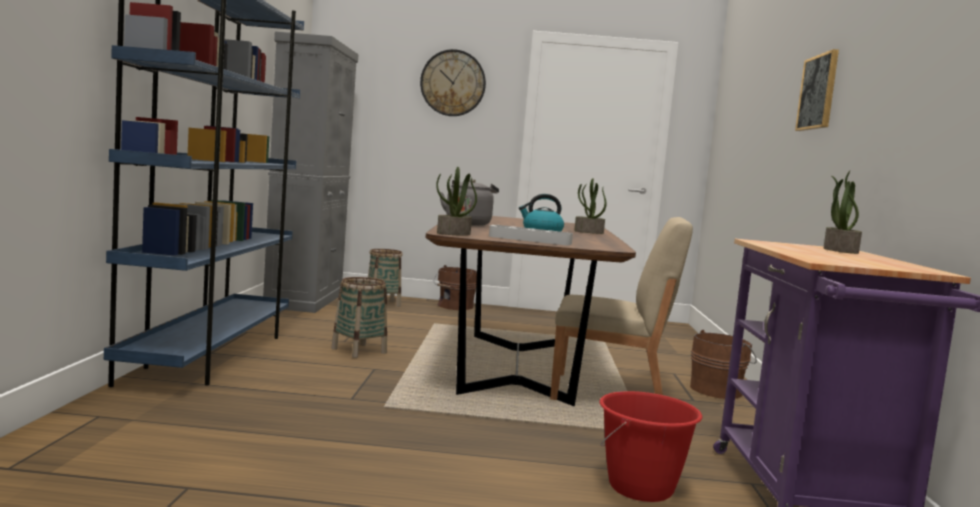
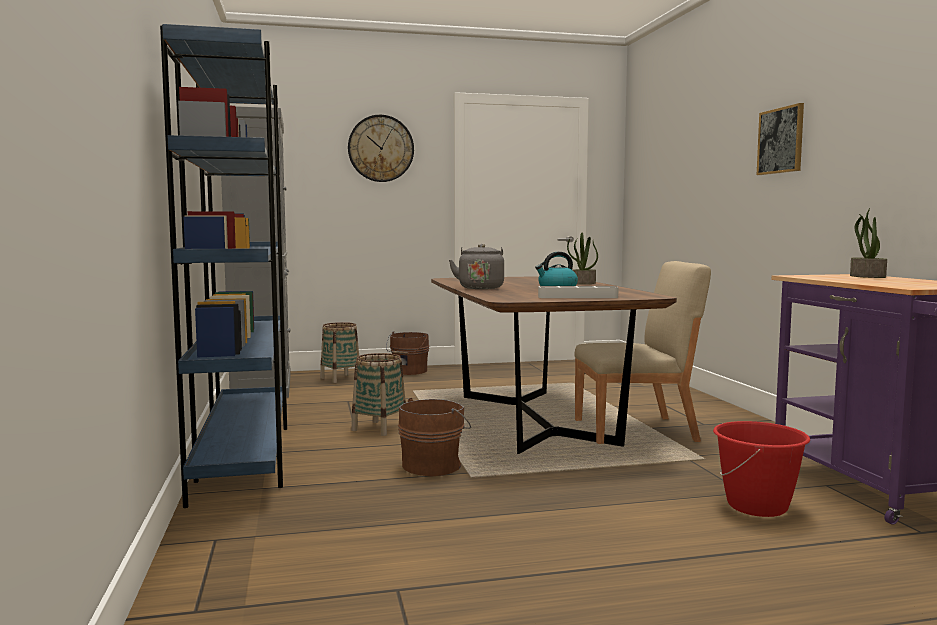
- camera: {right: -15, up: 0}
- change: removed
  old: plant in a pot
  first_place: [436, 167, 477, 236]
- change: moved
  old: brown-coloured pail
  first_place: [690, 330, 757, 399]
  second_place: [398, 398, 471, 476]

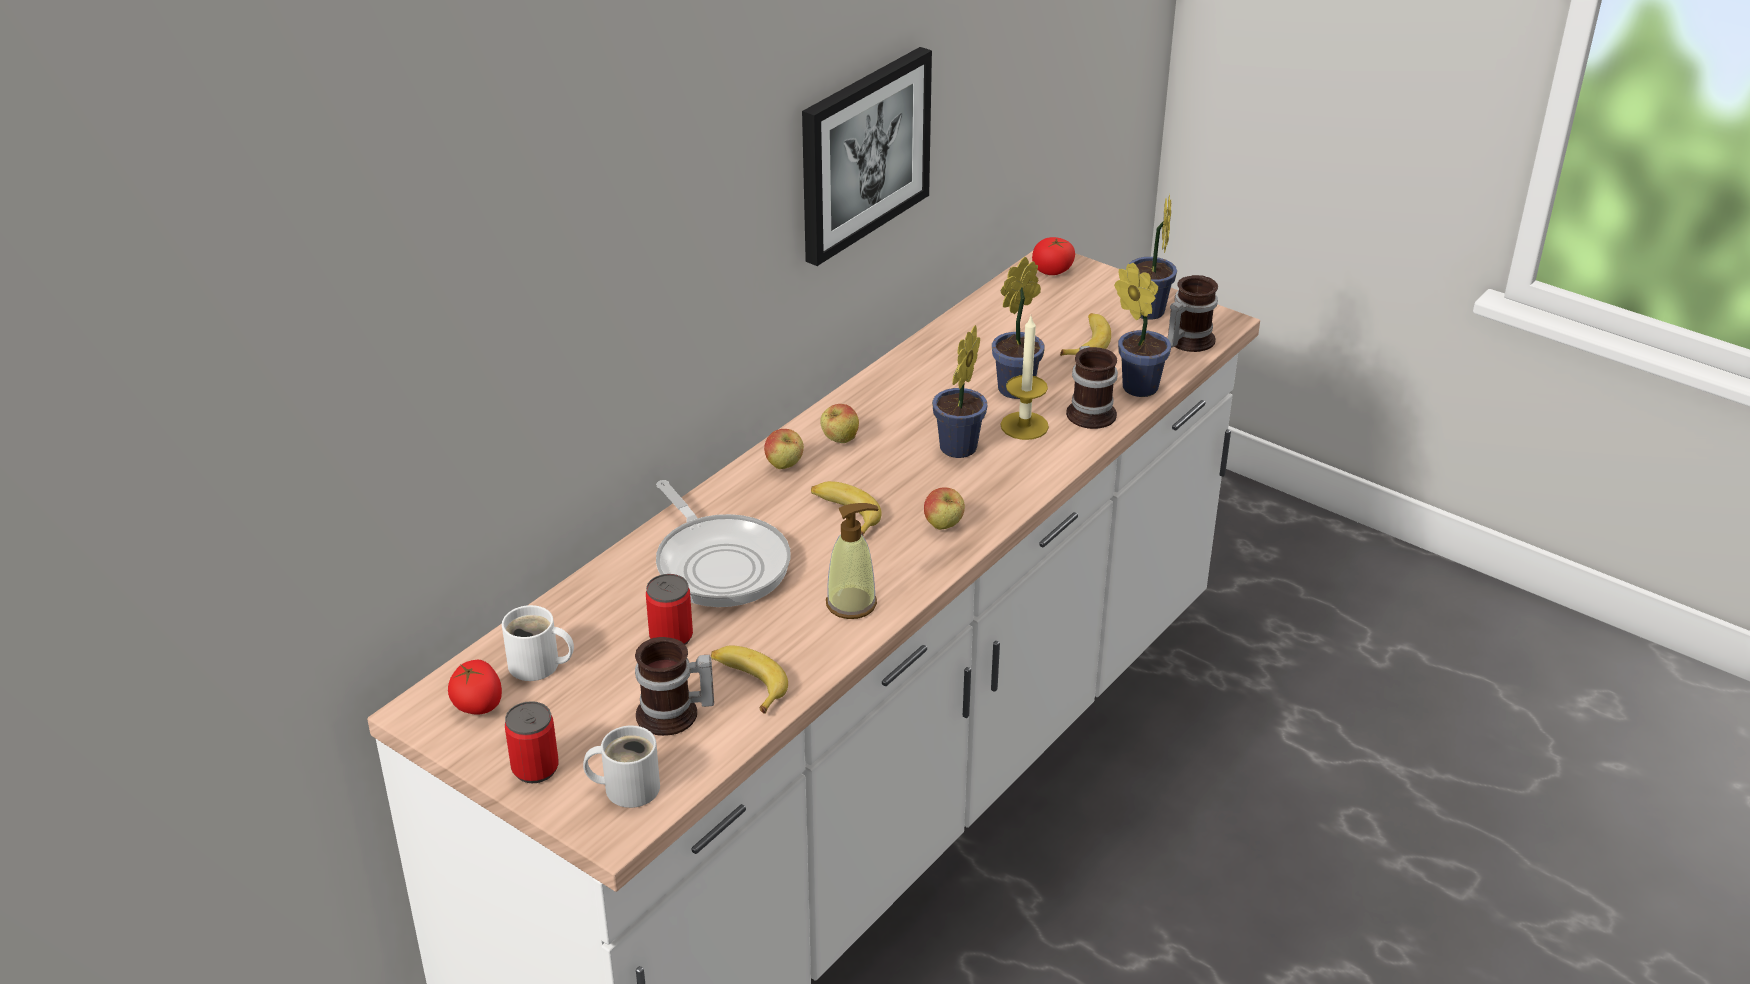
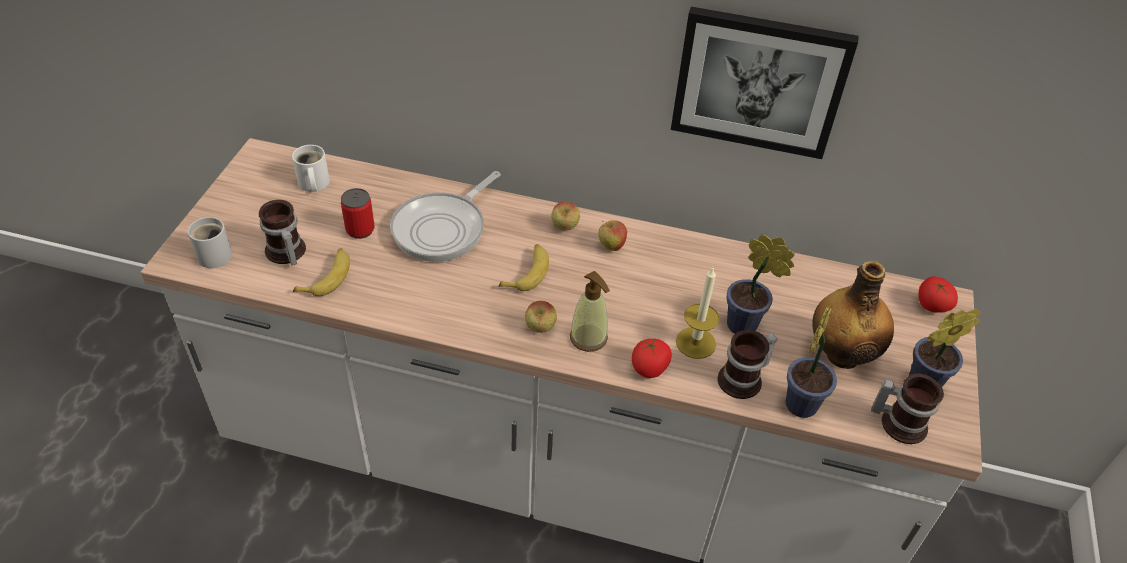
- camera: {right: 65, up: 10}
- change: moved
  old: tomato
  first_place: [448, 660, 502, 714]
  second_place: [632, 338, 672, 378]
- change: removed
  old: metal can
  first_place: [505, 701, 559, 783]
- change: moved
  old: soap dispenser
  first_place: [826, 503, 879, 619]
  second_place: [570, 271, 610, 352]
- change: removed
  old: plant in a pot
  first_place: [932, 325, 988, 458]
- change: replaced
  old: banana
  new: beverage bottle
  first_place: [1060, 313, 1111, 356]
  second_place: [812, 260, 894, 369]

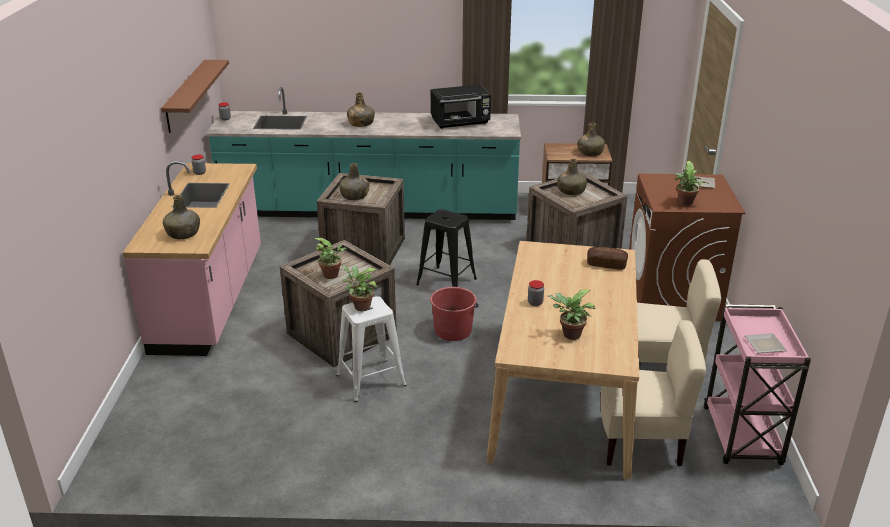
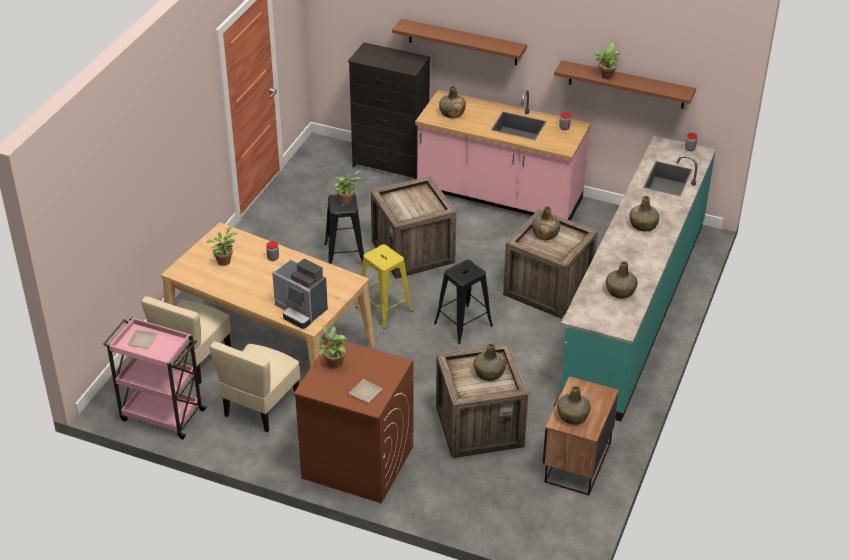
- camera: {right: 110, up: 10}
- change: moved
  old: plant in a pot
  first_place: [315, 238, 347, 279]
  second_place: [593, 43, 620, 79]
- change: recoloured
  old: white sitting stool
  new: black-coloured sitting stool
  first_place: [336, 296, 407, 402]
  second_place: [325, 194, 364, 264]
- change: replaced
  old: red-coloured pail
  new: yellowish sitting stool
  first_place: [430, 287, 479, 341]
  second_place: [356, 244, 414, 329]
- change: replaced
  old: black-coloured kitchen microwave
  new: green-coloured beverage bottle
  first_place: [431, 85, 491, 129]
  second_place: [606, 261, 638, 299]
- change: replaced
  old: bakery bread
  new: coffee machine
  first_place: [587, 247, 628, 270]
  second_place: [272, 259, 328, 329]
- change: added
  new: black-coloured chest of drawers
  second_place: [348, 42, 430, 180]
- change: added
  new: brown-coloured bracket shelf
  second_place: [392, 19, 527, 65]

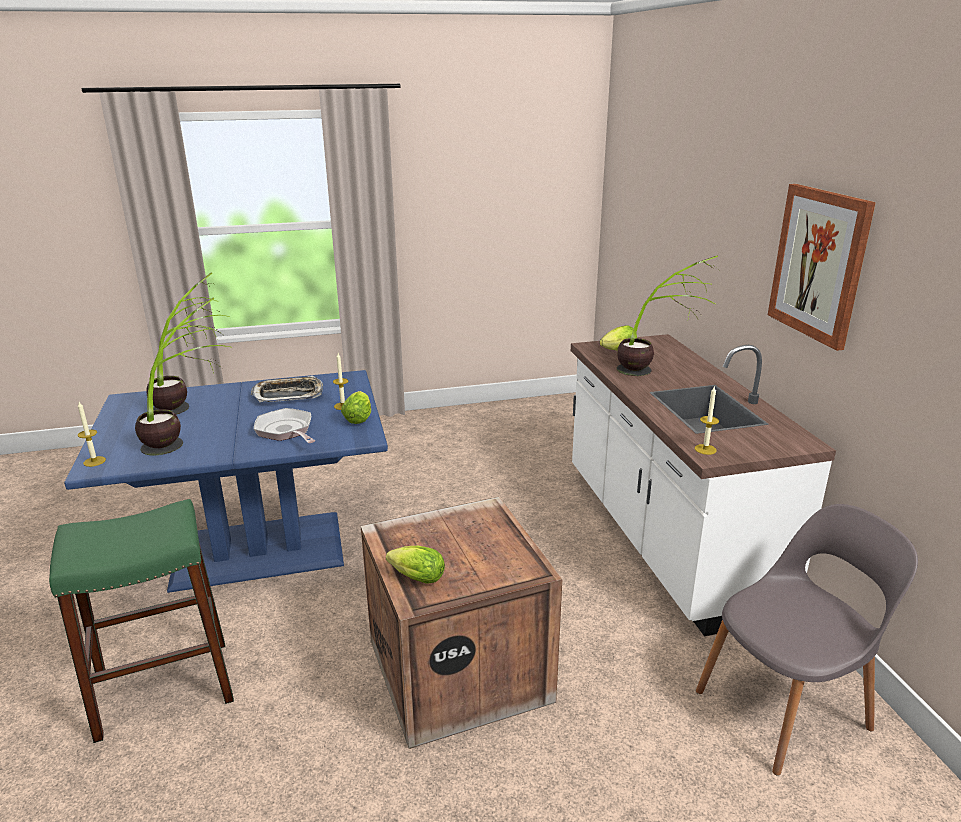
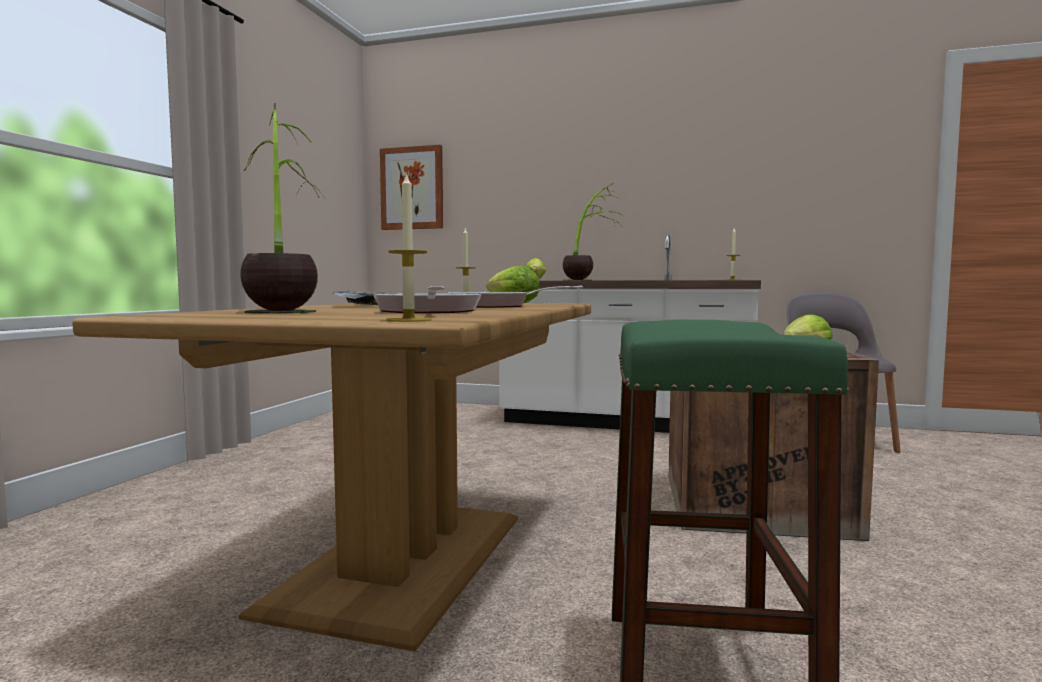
- camera: {right: -60, up: -20}
- change: recoloured
  old: blue-coloured kitchen table
  new: brown-coloured kitchen table
  first_place: [64, 370, 388, 593]
  second_place: [72, 303, 591, 651]
- change: replaced
  old: plant in a pot
  new: frying pan
  first_place: [135, 298, 229, 455]
  second_place: [374, 286, 481, 313]
- change: moved
  old: wall picture
  first_place: [768, 184, 876, 351]
  second_place: [380, 145, 443, 230]

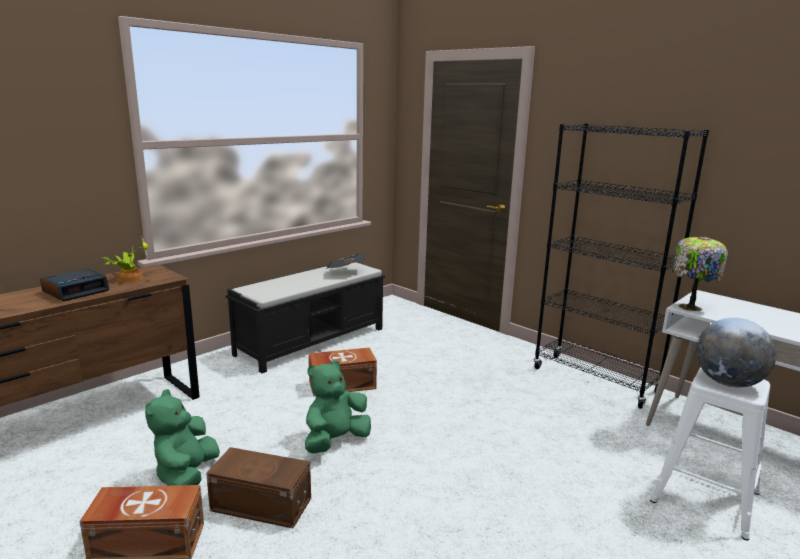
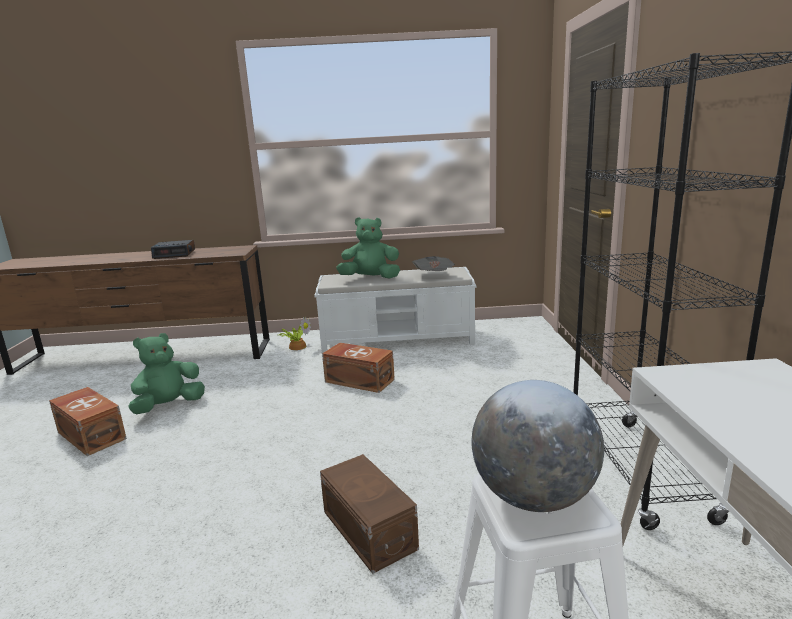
- camera: {right: 45, up: 0}
- change: moved
  old: plant in a pot
  first_place: [102, 236, 148, 282]
  second_place: [279, 317, 311, 350]
- change: moved
  old: brown-coloured storage container
  first_place: [206, 447, 311, 528]
  second_place: [320, 454, 419, 574]
- change: recoloured
  old: black-coloured bench
  new: white bench
  first_place: [226, 262, 385, 373]
  second_place: [314, 267, 477, 353]
- change: moved
  old: green-coloured cuddly toy
  first_place: [305, 360, 371, 454]
  second_place: [336, 217, 400, 279]
- change: removed
  old: table lamp
  first_place: [672, 236, 728, 311]

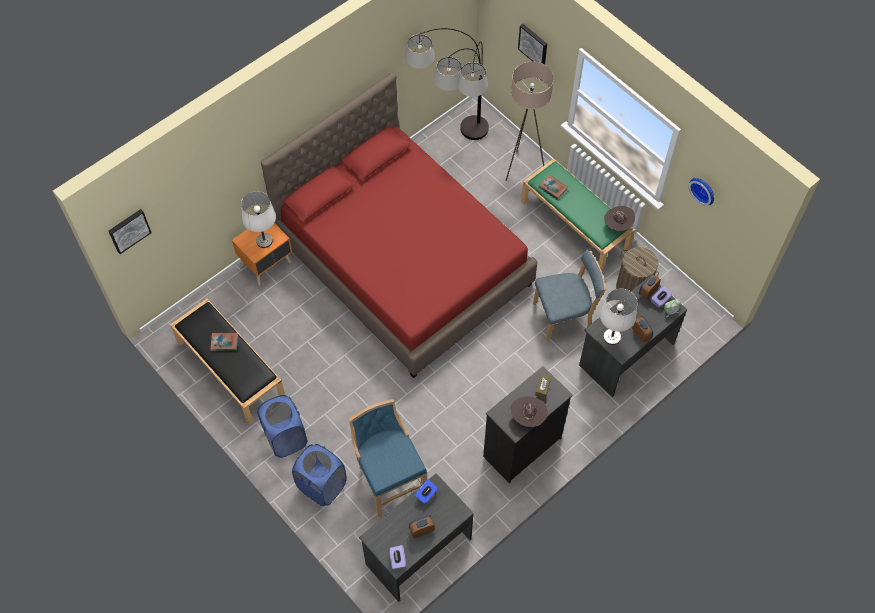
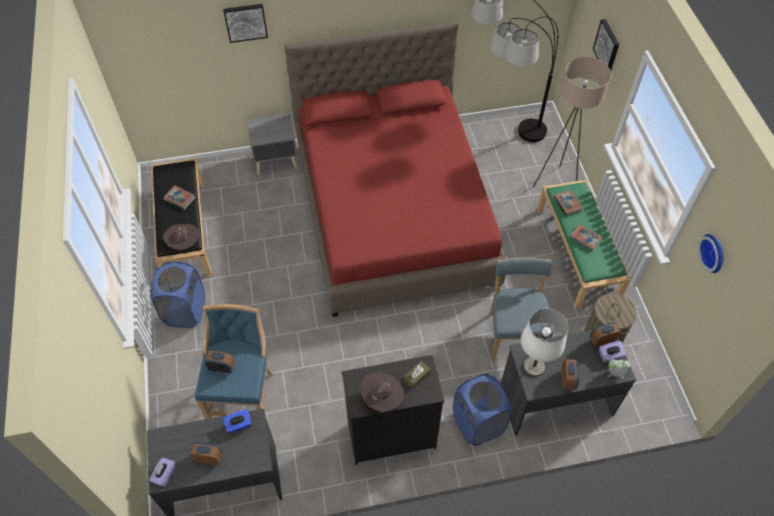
- camera: {right: 30, up: -5}
- change: moved
  old: wall picture
  first_place: [109, 209, 151, 254]
  second_place: [223, 4, 268, 43]
- change: recoloured
  old: orange-coloured bedside table
  new: gray bedside table
  first_place: [232, 223, 292, 285]
  second_place: [247, 113, 298, 175]
- change: removed
  old: white table lamp
  first_place: [241, 191, 276, 248]
- change: moved
  old: blue-coloured washing basket
  first_place: [292, 444, 347, 506]
  second_place: [453, 374, 512, 446]
- change: turned
  old: blue-coloured upright chair
  first_place: [533, 250, 606, 341]
  second_place: [489, 258, 554, 358]
  degrees: -105
- change: moved
  old: brown-coloured hat
  first_place: [604, 206, 635, 231]
  second_place: [163, 224, 200, 250]
- change: added
  new: bedside clock
  second_place: [205, 351, 235, 374]
- change: added
  new: bound book
  second_place: [570, 224, 603, 251]

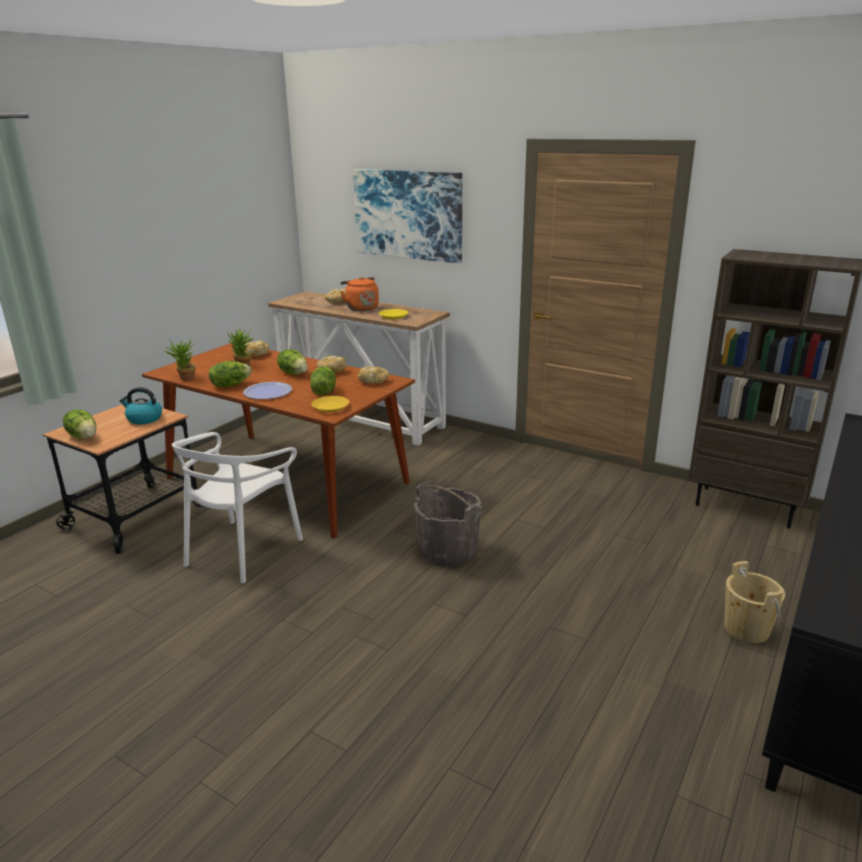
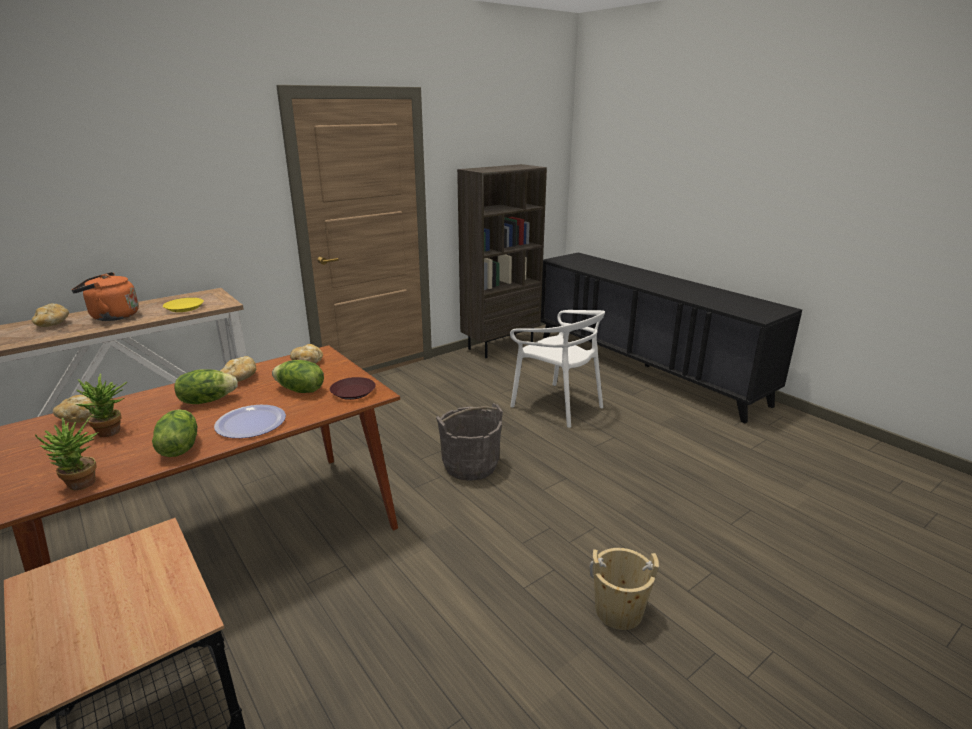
- camera: {right: -70, up: 0}
- change: removed
  old: lettuce
  first_place: [63, 410, 96, 439]
- change: removed
  old: kettle
  first_place: [119, 387, 162, 424]
- change: moved
  old: white upright chair
  first_place: [172, 432, 303, 583]
  second_place: [510, 310, 605, 428]
- change: recoloured
  old: yellowish dinner plate
  new: brown-coloured dinner plate
  first_place: [311, 396, 349, 413]
  second_place: [330, 377, 376, 400]
- change: removed
  old: wall picture
  first_place: [353, 169, 462, 263]
- change: moved
  old: beige-coloured pail
  first_place: [724, 561, 785, 643]
  second_place: [589, 548, 659, 630]

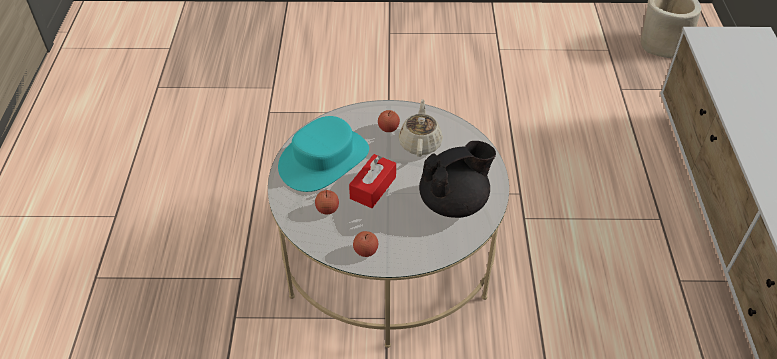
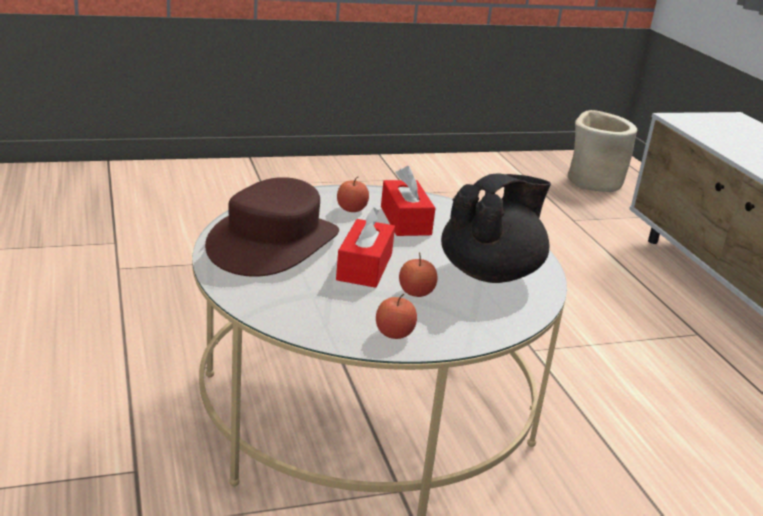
- camera: {right: -20, up: -20}
- change: recoloured
  old: blue-green hat
  new: brown-coloured hat
  first_place: [278, 116, 369, 192]
  second_place: [205, 177, 339, 277]
- change: moved
  old: apple fruit
  first_place: [315, 190, 339, 215]
  second_place: [399, 252, 437, 297]
- change: replaced
  old: beige-coloured teapot
  new: red-coloured box of tissues
  first_place: [399, 99, 443, 157]
  second_place: [381, 166, 435, 236]

